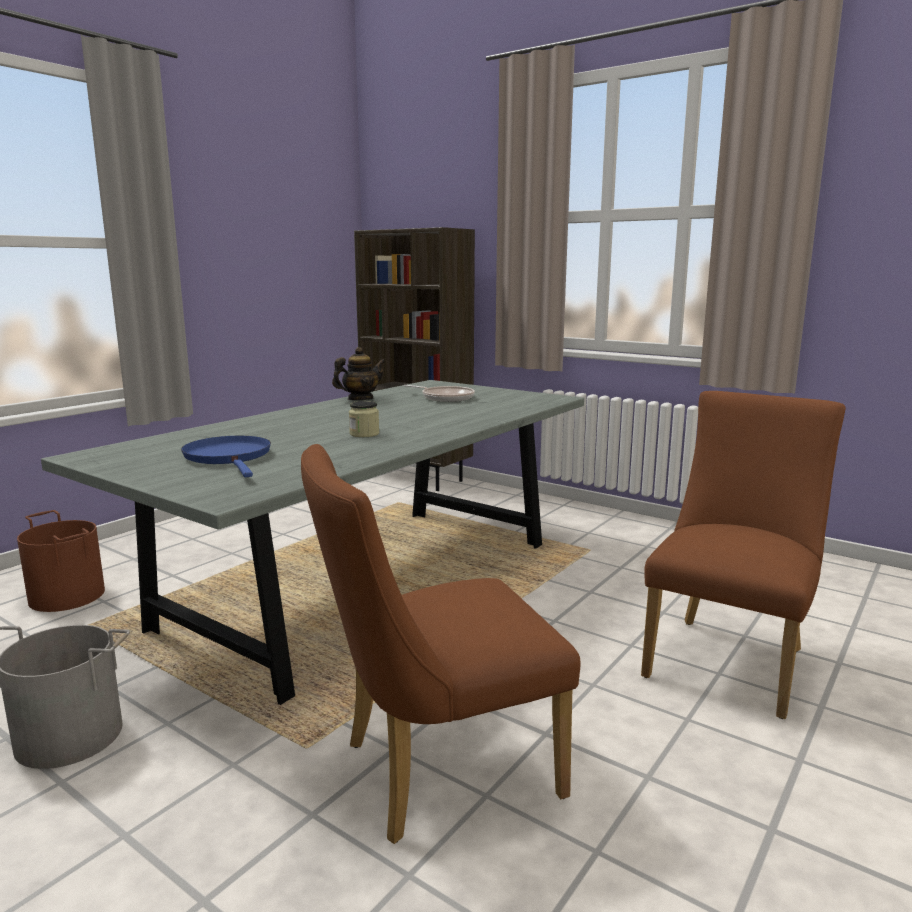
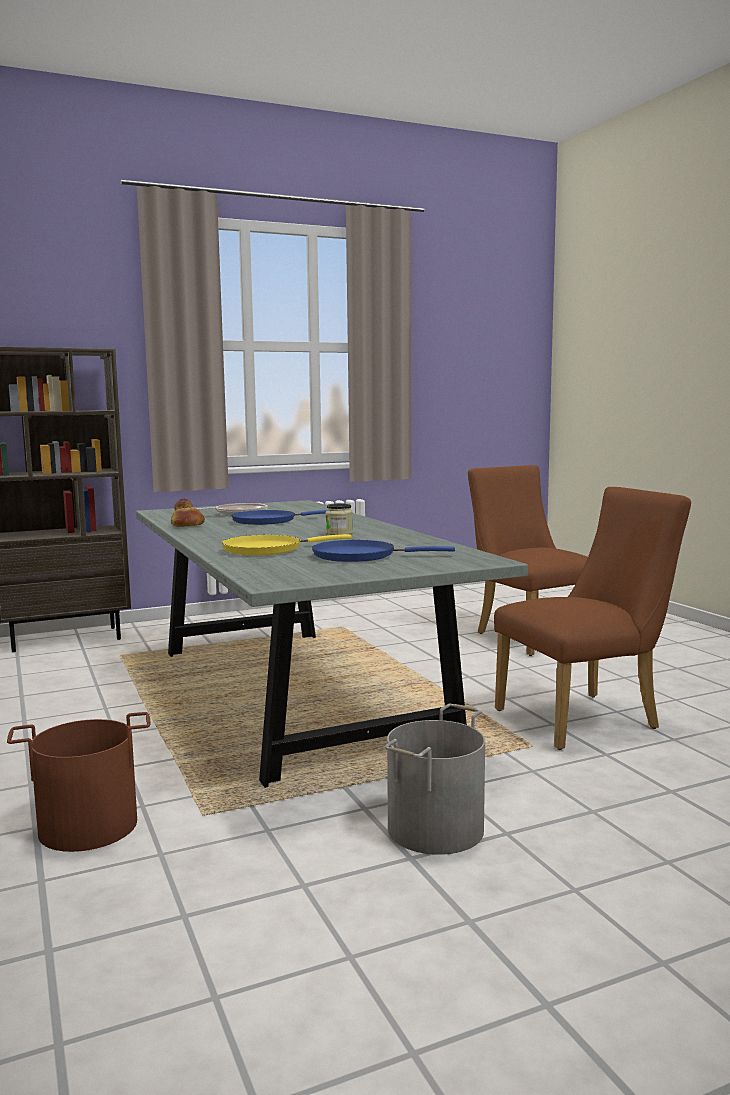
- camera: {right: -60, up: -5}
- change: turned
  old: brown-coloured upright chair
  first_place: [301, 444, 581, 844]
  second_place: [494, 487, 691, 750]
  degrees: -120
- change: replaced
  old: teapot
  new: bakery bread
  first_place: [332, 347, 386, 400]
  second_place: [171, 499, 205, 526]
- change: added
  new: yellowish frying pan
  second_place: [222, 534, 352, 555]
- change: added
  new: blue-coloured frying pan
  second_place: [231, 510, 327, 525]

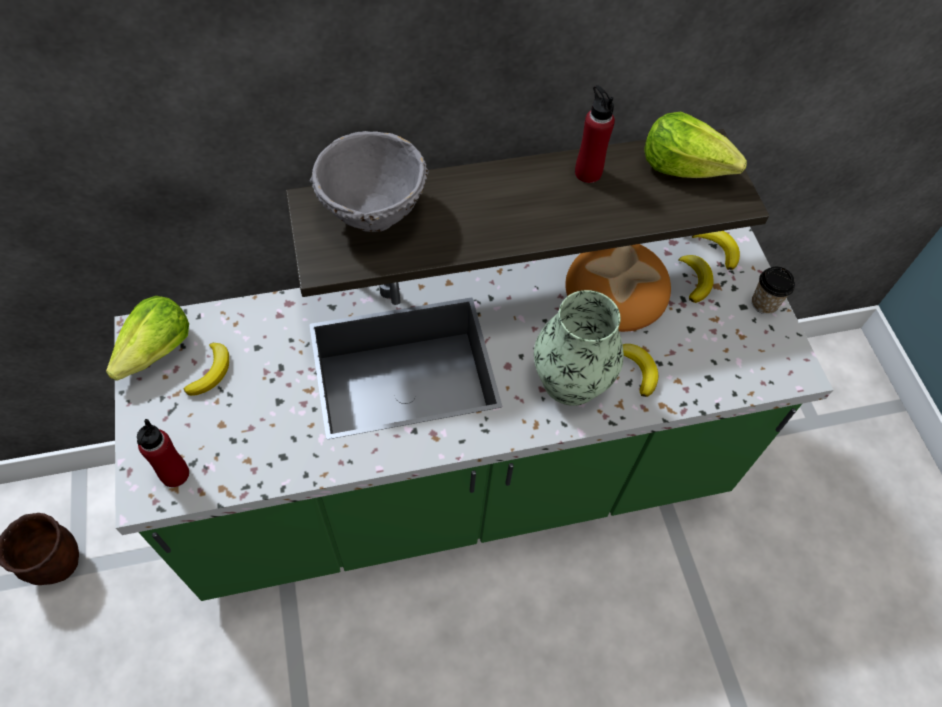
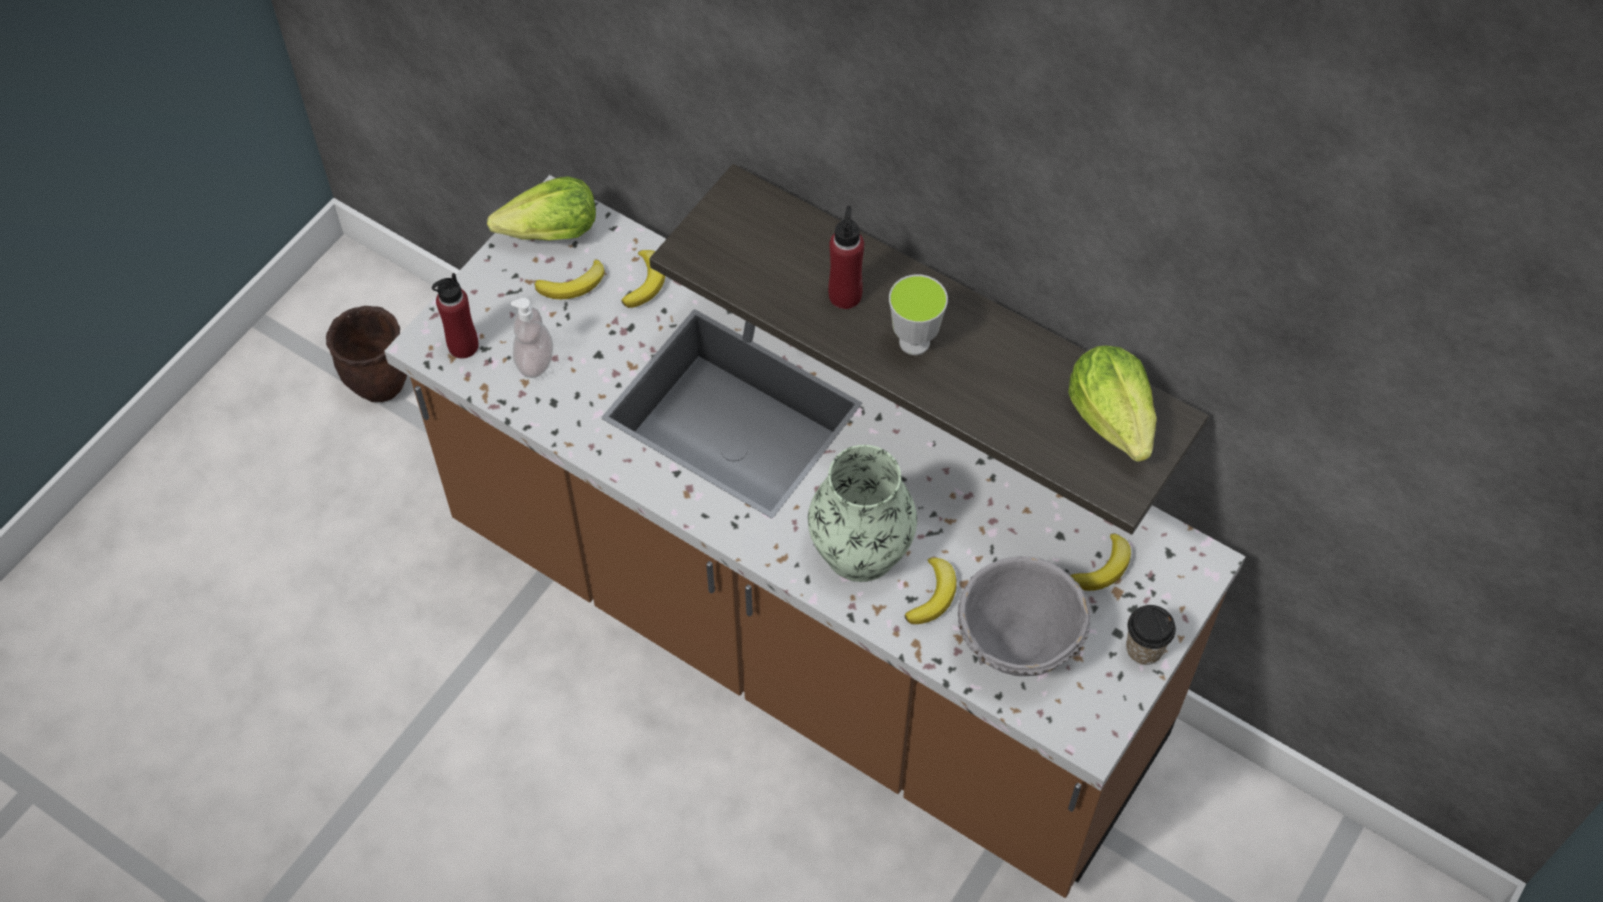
- camera: {right: 50, up: 0}
- change: recoloured
  old: green-coloured kitchen base unit
  new: brown-coloured kitchen base unit
  first_place: [114, 227, 833, 601]
  second_place: [384, 175, 1246, 898]
- change: moved
  old: gray serving bowl
  first_place: [309, 131, 429, 232]
  second_place: [958, 556, 1091, 676]
- change: removed
  old: bakery bread
  first_place: [565, 244, 671, 332]
- change: moved
  old: red-coloured beverage bottle
  first_place: [575, 85, 615, 183]
  second_place: [828, 206, 864, 309]
- change: moved
  old: banana
  first_place: [692, 231, 740, 270]
  second_place: [621, 250, 665, 308]
- change: added
  new: soap dispenser
  second_place: [511, 298, 553, 378]
- change: added
  new: cup
  second_place: [889, 275, 948, 355]

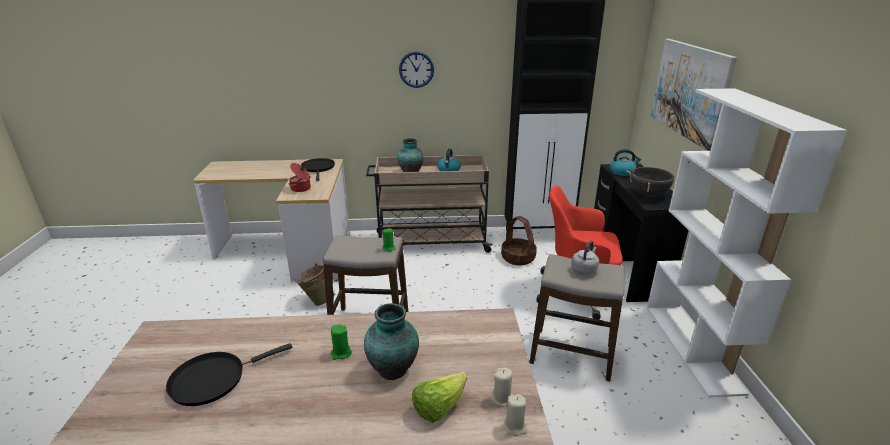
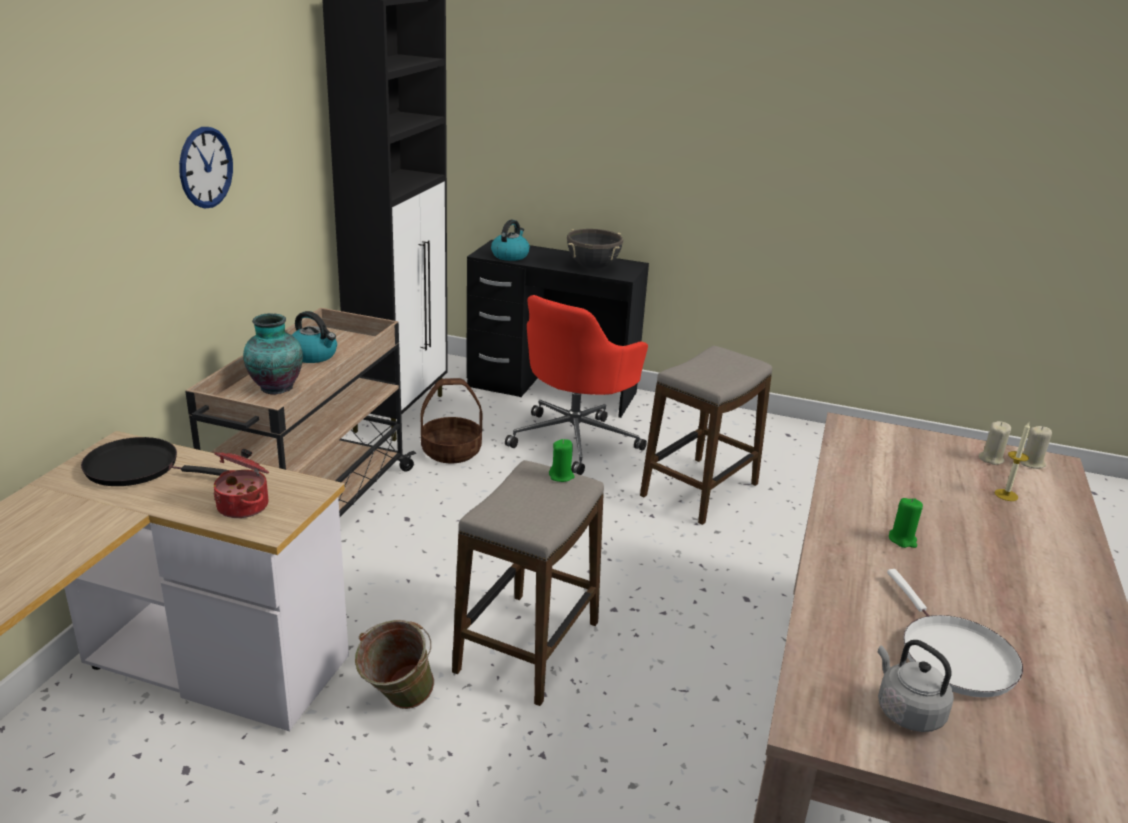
- camera: {right: -70, up: 0}
- change: recoloured
  old: black-coloured frying pan
  new: white frying pan
  first_place: [166, 343, 292, 406]
  second_place: [887, 569, 1023, 697]
- change: removed
  old: vase
  first_place: [364, 303, 419, 380]
- change: replaced
  old: lettuce
  new: candle
  first_place: [412, 372, 467, 423]
  second_place: [994, 422, 1030, 501]
- change: moved
  old: gray kettle
  first_place: [571, 241, 599, 275]
  second_place: [878, 640, 954, 732]
- change: removed
  old: white bookcase
  first_place: [647, 88, 847, 398]
- change: removed
  old: wall picture
  first_place: [651, 39, 737, 151]

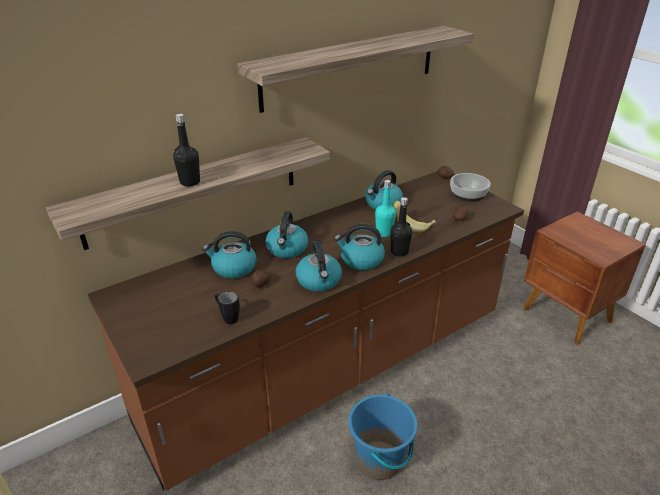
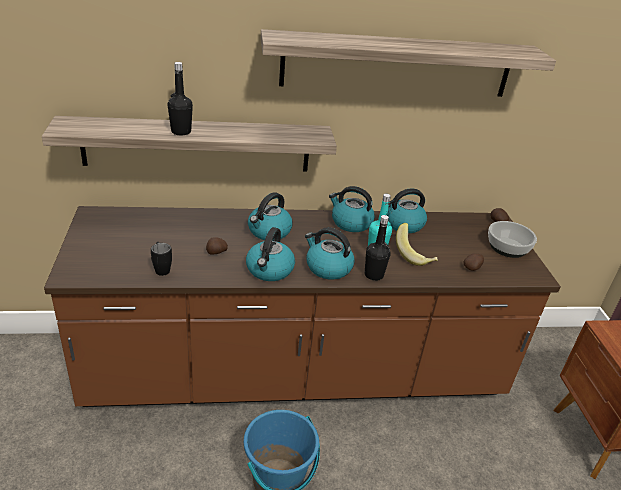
- camera: {right: 25, up: 0}
- change: moved
  old: kettle
  first_place: [202, 231, 256, 279]
  second_place: [329, 186, 375, 232]

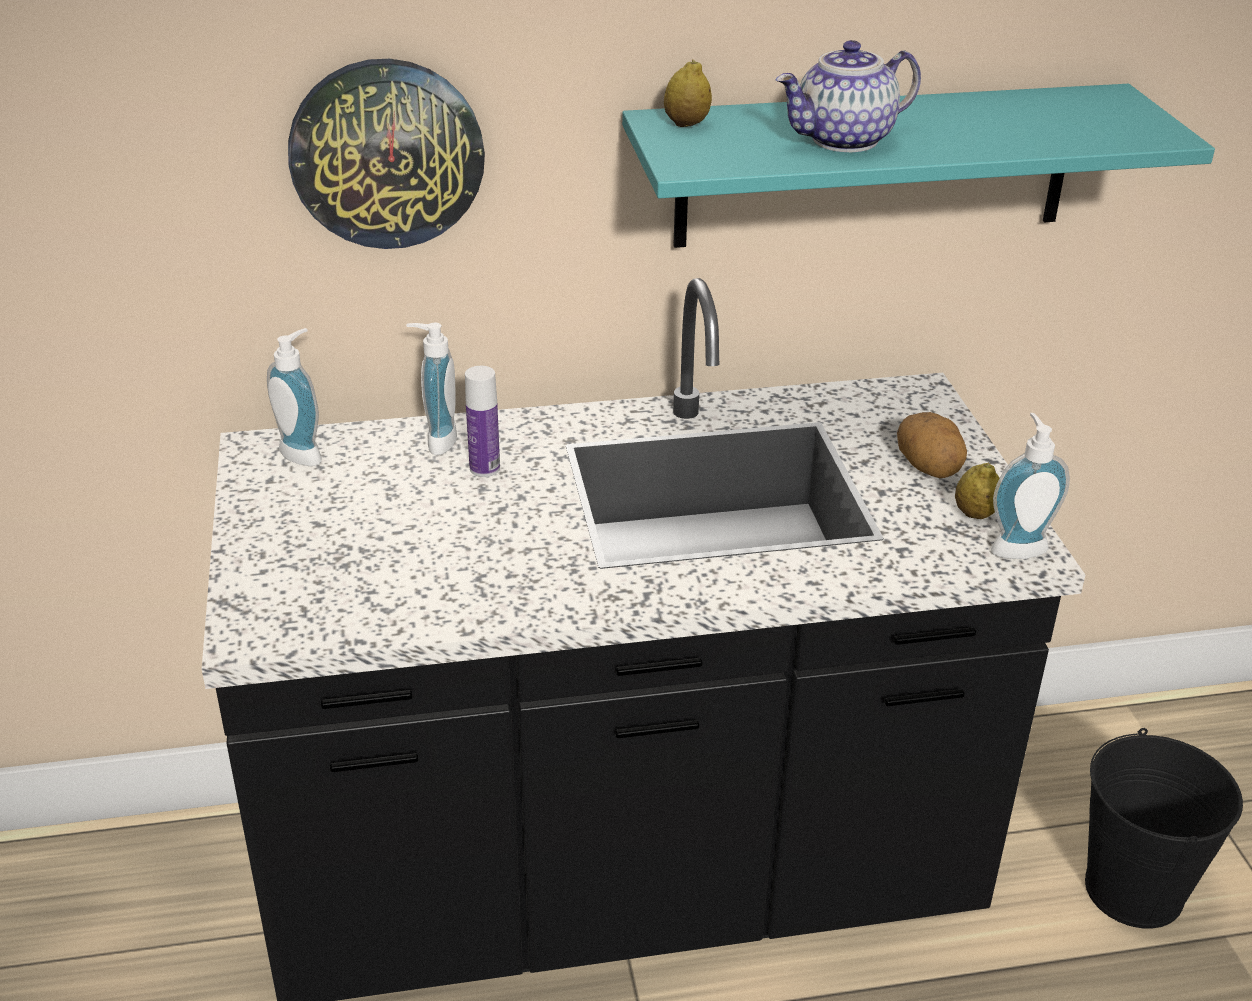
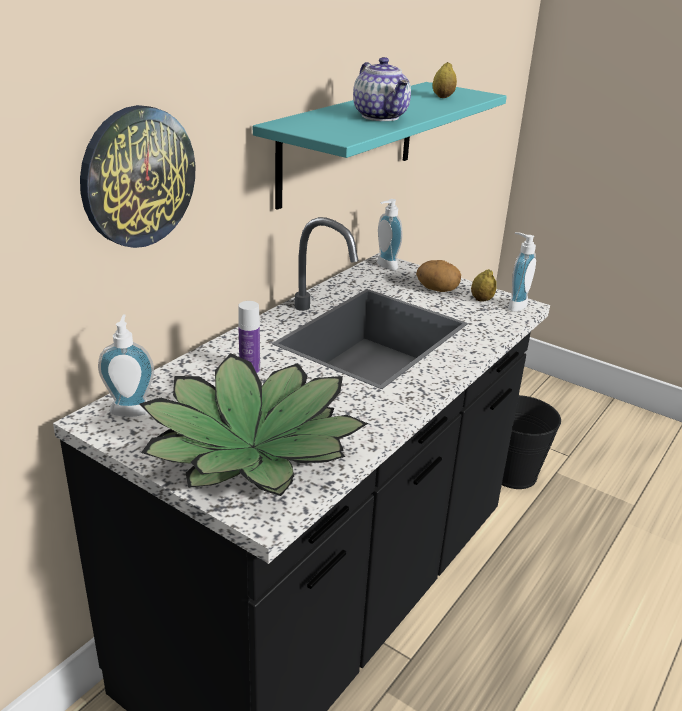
- camera: {right: -45, up: -5}
- change: moved
  old: soap dispenser
  first_place: [406, 323, 457, 455]
  second_place: [377, 199, 402, 270]
- change: moved
  old: lemon
  first_place: [664, 60, 712, 127]
  second_place: [433, 62, 457, 98]
- change: turned
  old: teapot
  first_place: [776, 40, 921, 152]
  second_place: [353, 57, 411, 121]
  degrees: -45
- change: added
  new: plant in a pot
  second_place: [140, 353, 368, 496]

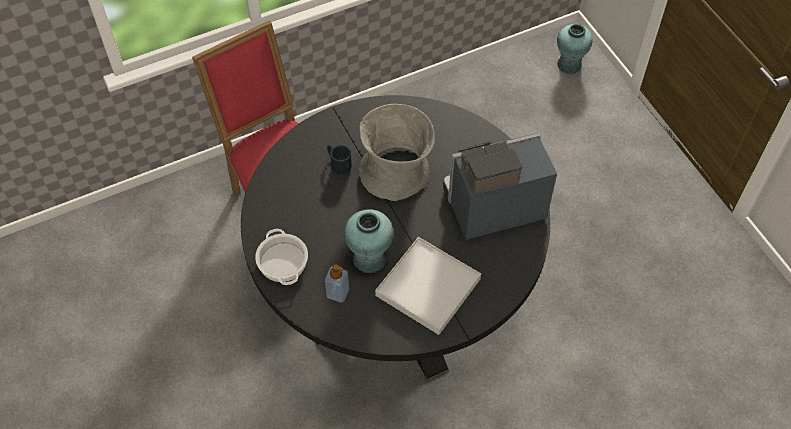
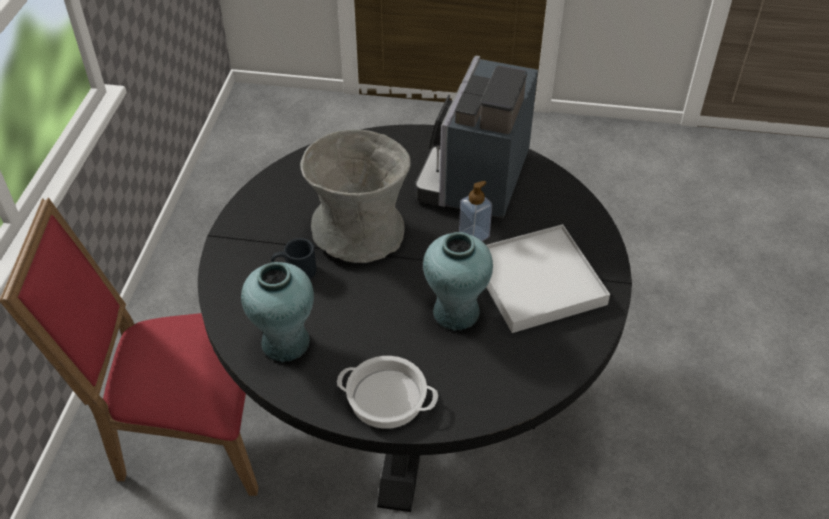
- camera: {right: -55, up: -10}
- change: moved
  old: soap dispenser
  first_place: [325, 264, 349, 303]
  second_place: [459, 181, 492, 241]
- change: moved
  old: blue-green vase
  first_place: [557, 24, 593, 74]
  second_place: [241, 262, 314, 363]

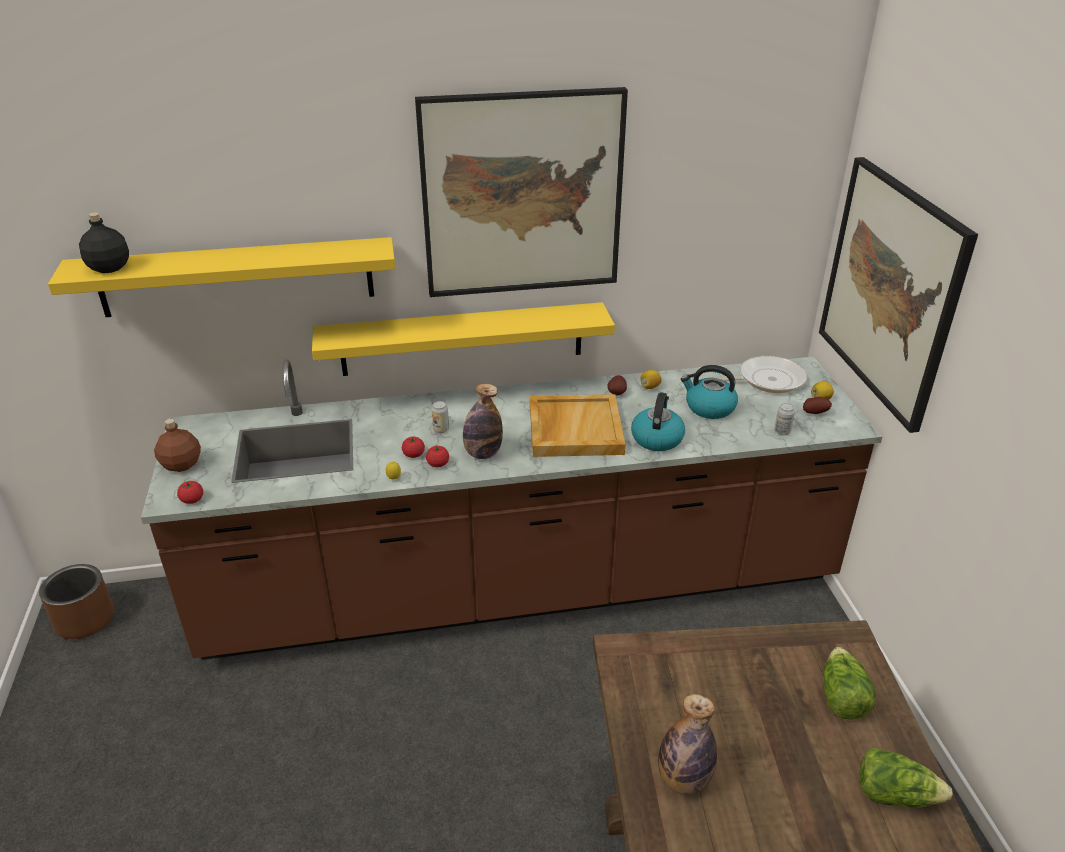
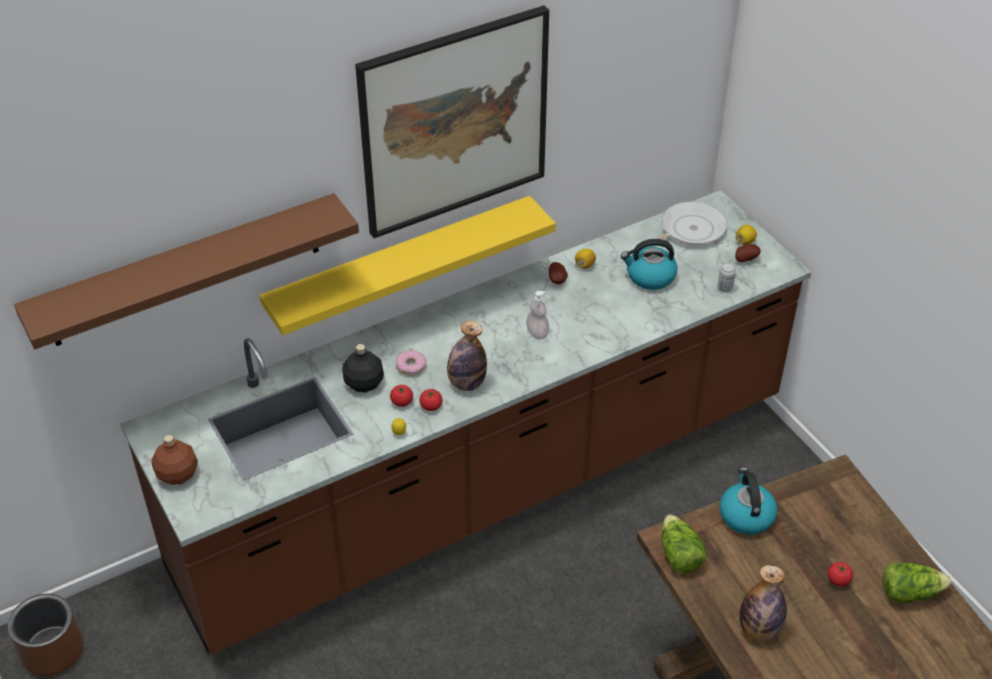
- camera: {right: -20, up: 10}
- change: recoloured
  old: yellowish bracket shelf
  new: brown-coloured bracket shelf
  first_place: [48, 237, 395, 317]
  second_place: [14, 193, 359, 349]
- change: moved
  old: black-coloured beverage bottle
  first_place: [79, 212, 129, 273]
  second_place: [342, 344, 384, 392]
- change: moved
  old: tomato
  first_place: [177, 481, 203, 504]
  second_place: [827, 562, 853, 586]
- change: replaced
  old: metal can
  new: ring doughnut
  first_place: [431, 401, 449, 433]
  second_place: [396, 350, 426, 376]
- change: replaced
  old: beige-coloured serving tray
  new: soap dispenser
  first_place: [530, 394, 625, 457]
  second_place: [526, 291, 550, 340]
- change: moved
  old: kettle
  first_place: [631, 392, 685, 451]
  second_place: [719, 467, 778, 535]
- change: removed
  old: wall picture
  first_place: [819, 157, 978, 433]
- change: moved
  old: lettuce
  first_place: [823, 647, 876, 720]
  second_place: [662, 514, 706, 574]

